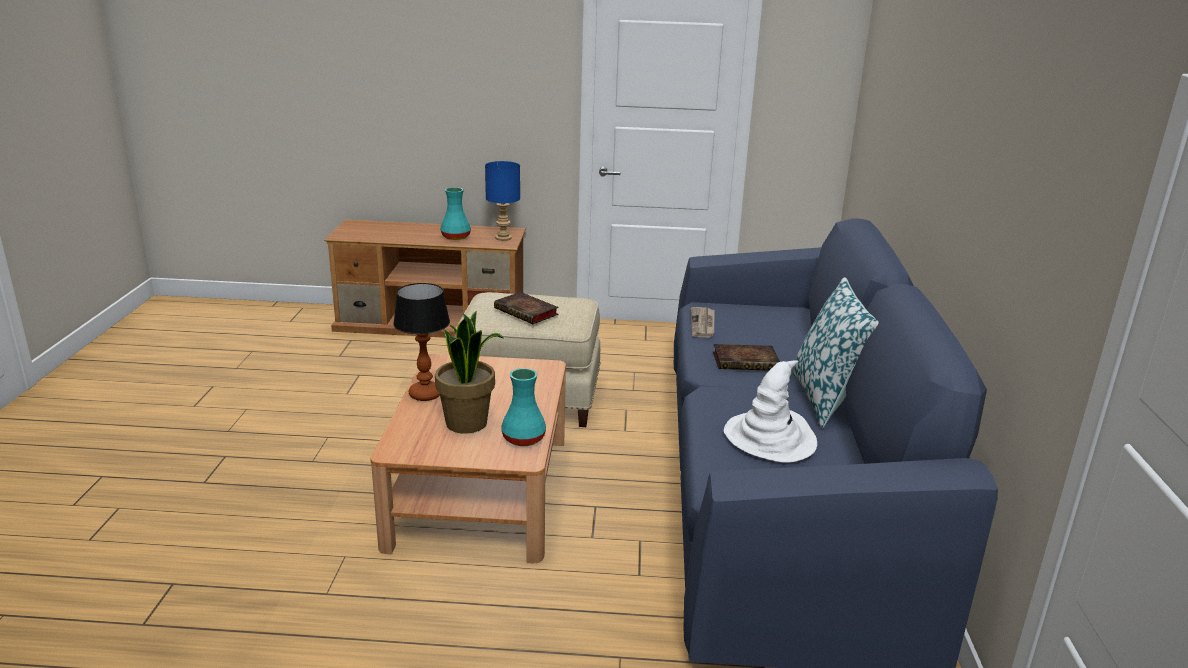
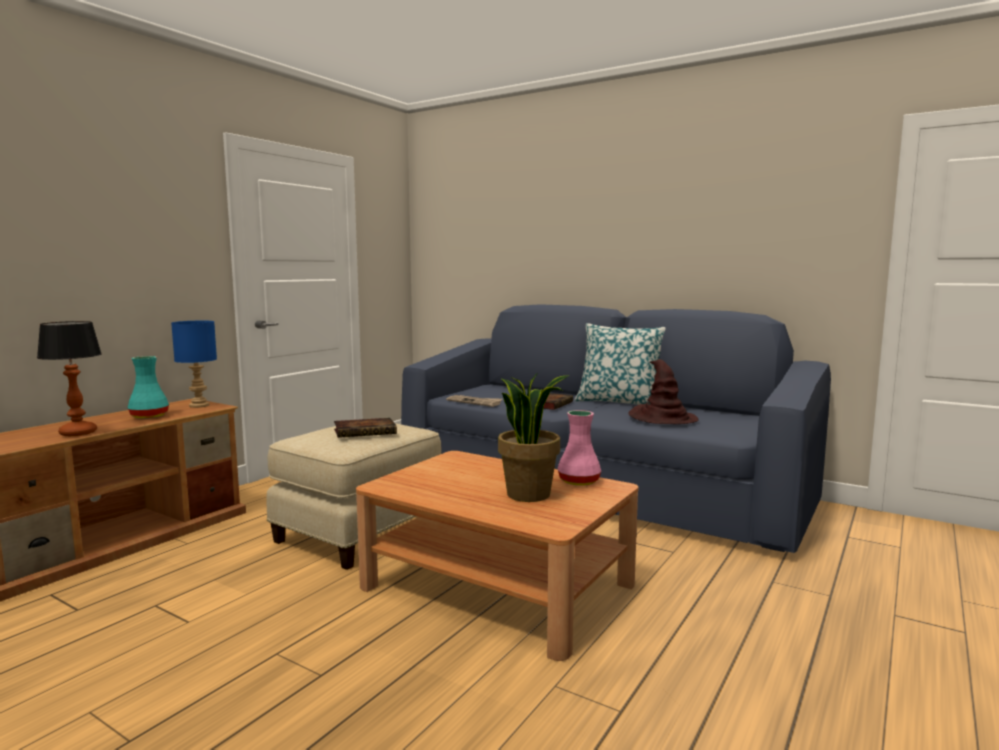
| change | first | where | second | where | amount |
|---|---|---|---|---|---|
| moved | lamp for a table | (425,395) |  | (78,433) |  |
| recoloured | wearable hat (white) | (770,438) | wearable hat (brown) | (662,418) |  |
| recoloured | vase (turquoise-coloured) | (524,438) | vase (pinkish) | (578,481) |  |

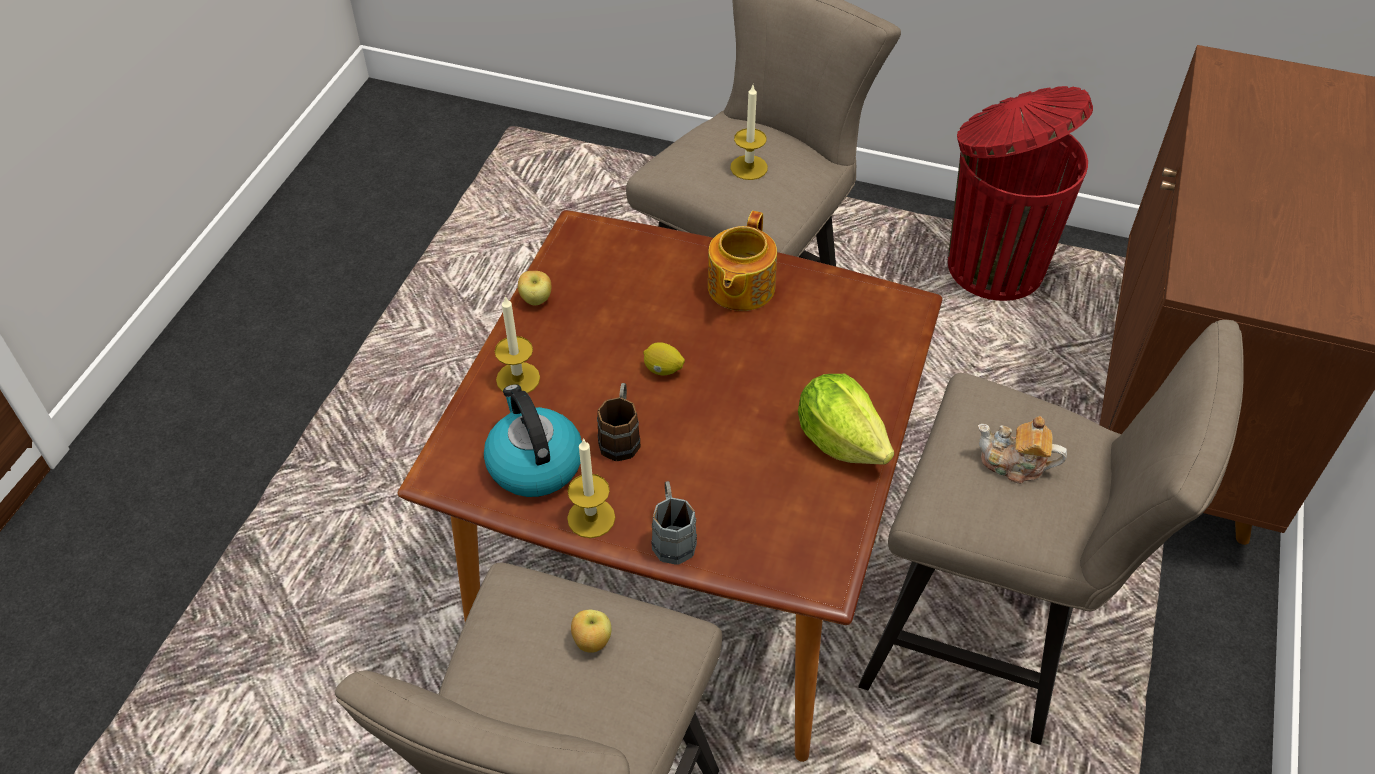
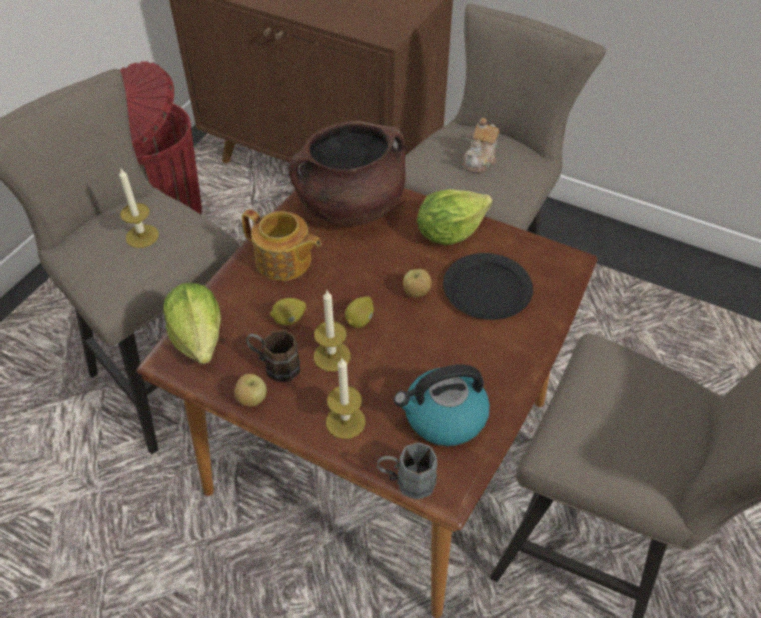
| change | first | where | second | where | amount |
|---|---|---|---|---|---|
| moved | tea mug (brown) | (621,436) |  | (275,366) |  |
| moved | wax light | (591,518) |  | (332,356) |  |
| moved | tea mug (grey) | (672,536) |  | (406,481) |  |
| moved | whole apple | (591,642) |  | (416,293) |  |
| added |  |  | saucepot (brown) | (350,207) |  |
| added |  |  | dinner plate (black-coloured) | (486,289) |  |
| added |  |  | lettuce | (199,338) |  |
| added |  |  | lemon | (289,320) |  |

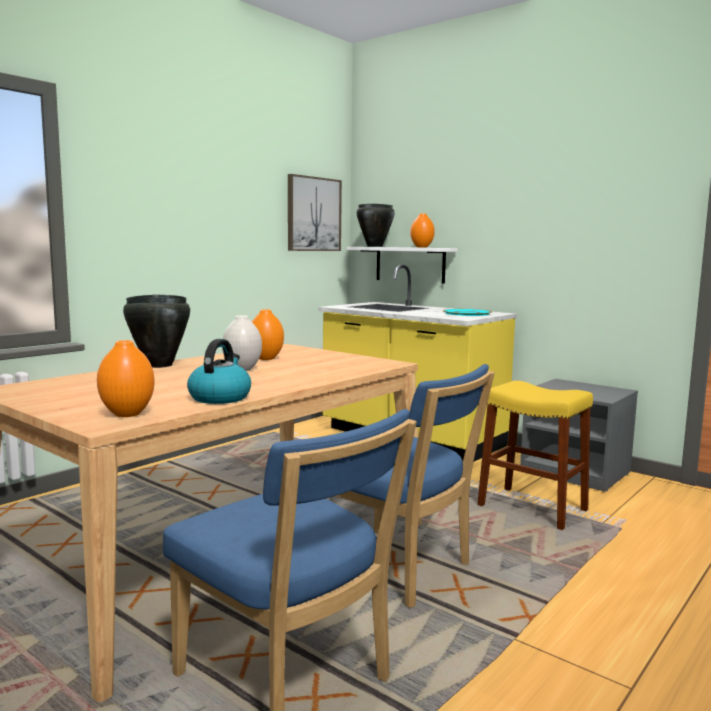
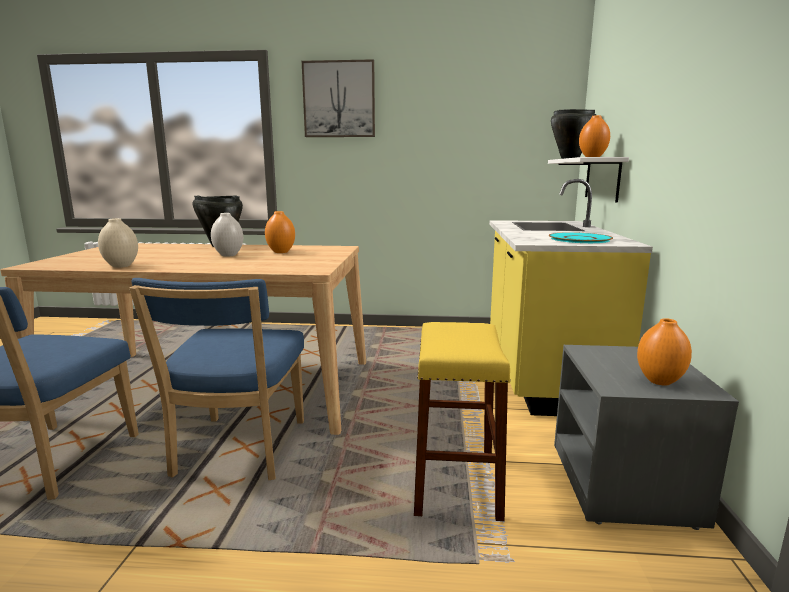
| change | first | where | second | where | amount |
|---|---|---|---|---|---|
| moved | wall picture | (313,214) |  | (339,99) |  |
| replaced | tea kettle | (220,397) | vase (beige) | (121,266) |  |
| moved | vase (orange) | (128,414) |  | (660,381) |  |

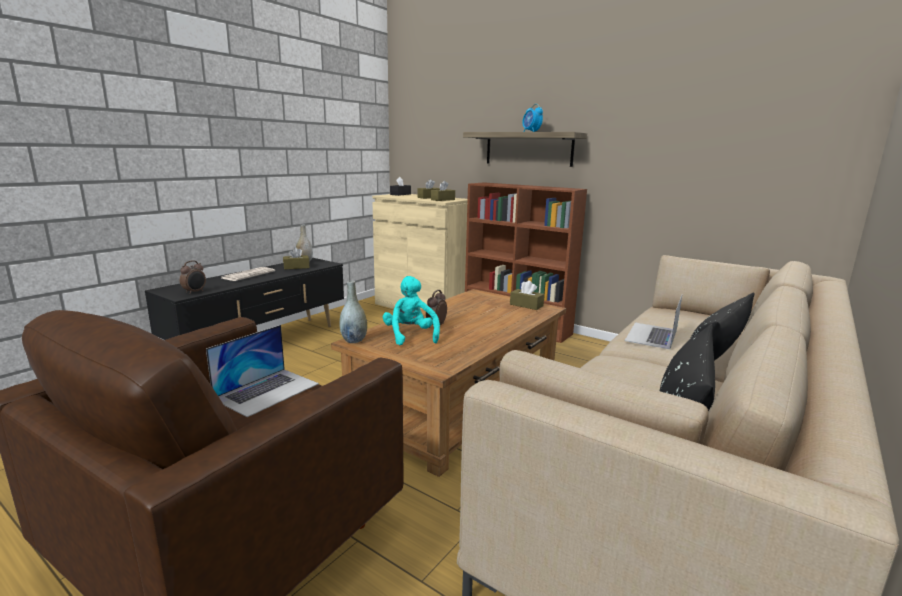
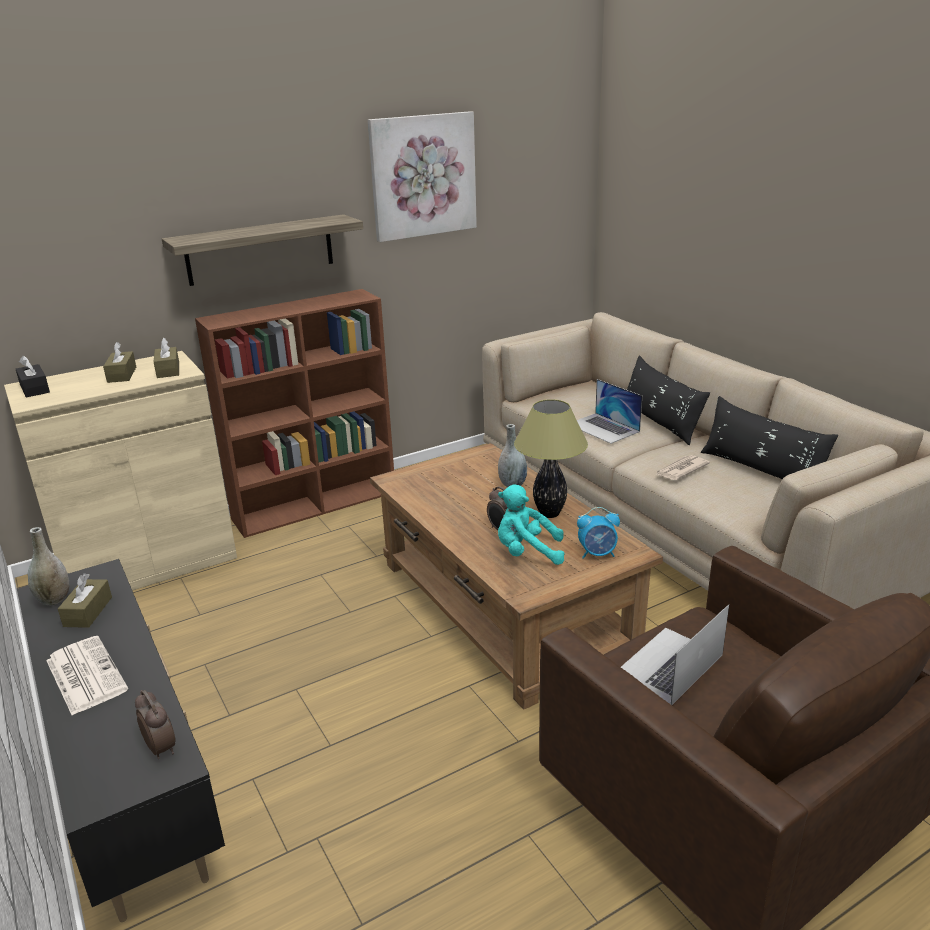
| change | first | where | second | where | amount |
|---|---|---|---|---|---|
| moved | table clock | (531,132) |  | (597,554) |  |
| removed | tissue box (brown) | (526,305) |  |  |  |
| moved | vase (grey) | (354,340) |  | (512,484) |  |
| turned | portable computer | (267,391) |  | (668,665) | 105 degrees counterclockwise |
| added |  |  | wall picture | (422,176) |  |
| added |  |  | lamp for a table | (549,513) |  |
| added |  |  | daily paper | (681,470) |  |

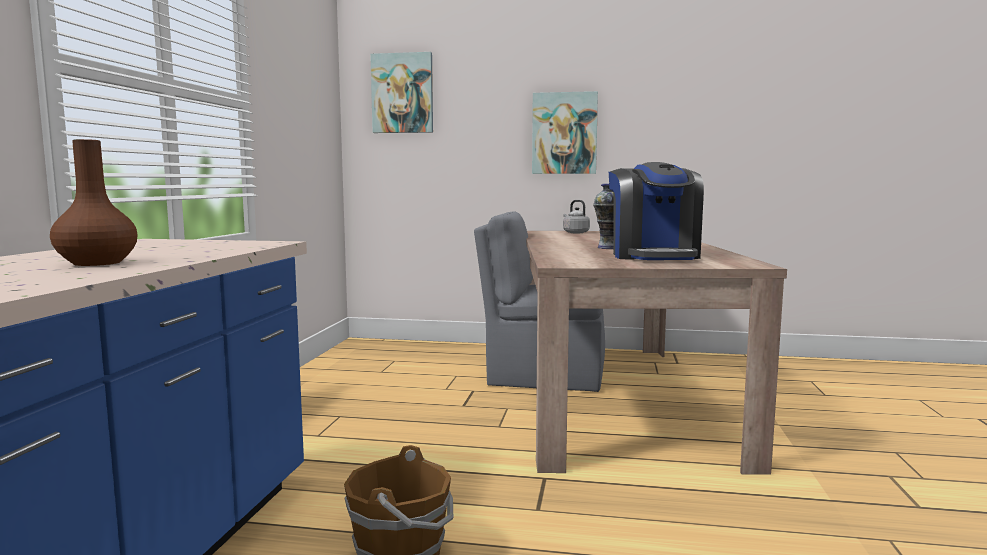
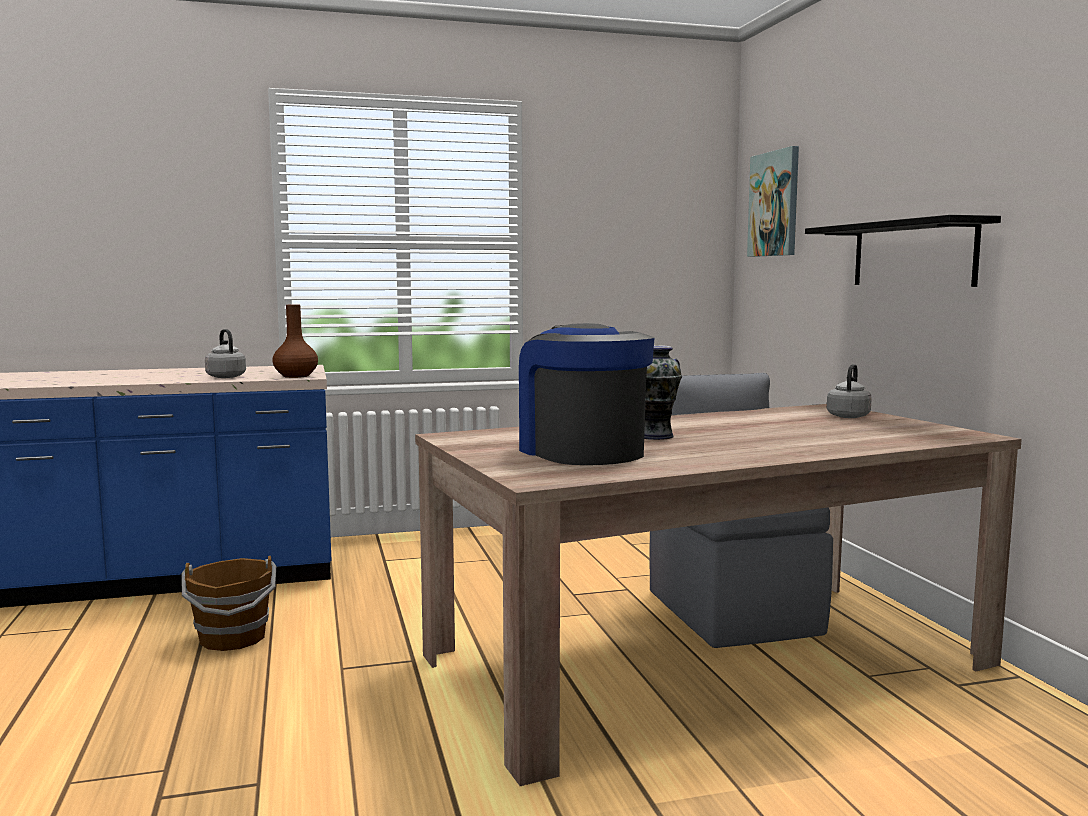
| change | first | where | second | where | amount |
|---|---|---|---|---|---|
| replaced | wall picture | (564,133) | bracket shelf (black-coloured) | (912,254) |  |
| moved | vase (brown) | (98,263) |  | (296,376) |  |
| turned | coffee brewer | (653,256) |  | (580,451) | 90 degrees clockwise |
| added |  |  | tea kettle (grey) | (225,376) |  |

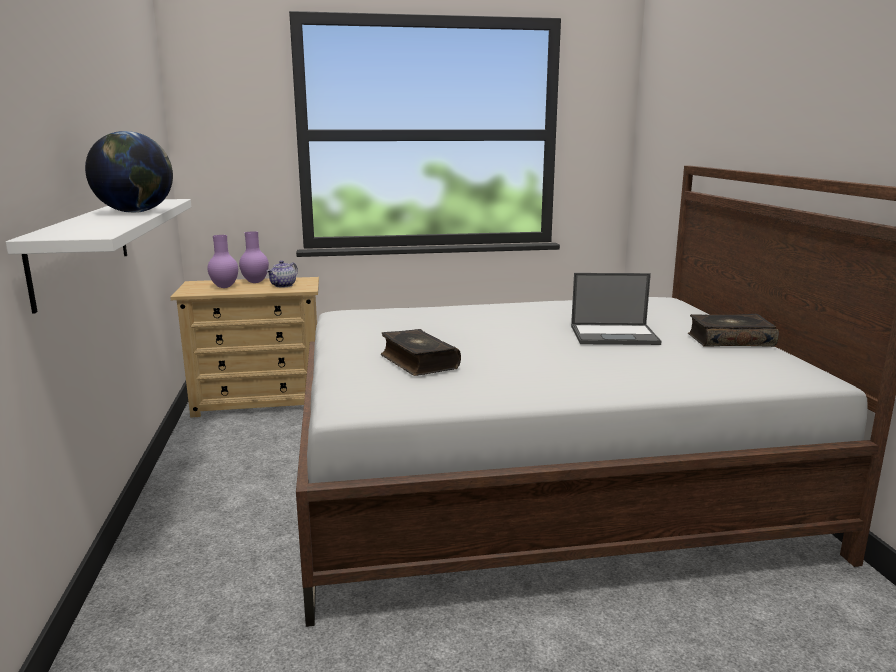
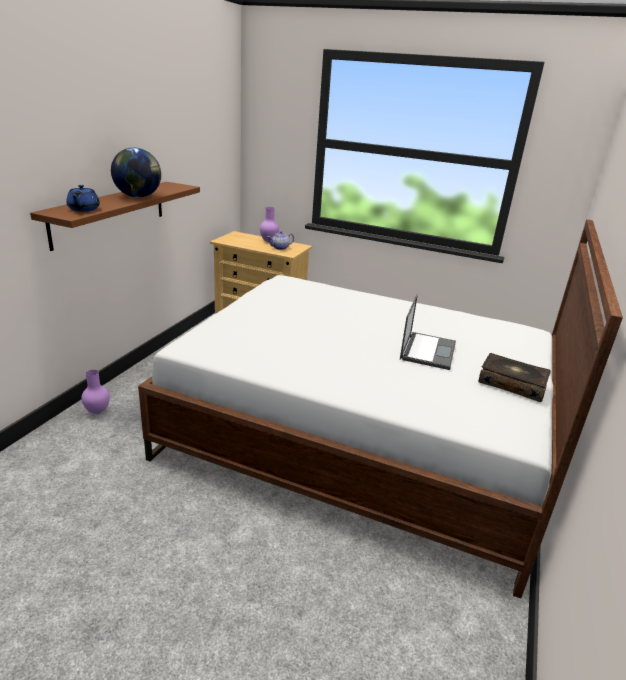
| change | first | where | second | where | amount |
|---|---|---|---|---|---|
| recoloured | bracket shelf (white) | (82,247) | bracket shelf (brown) | (110,213) |  |
| moved | vase (purple) | (224,287) |  | (97,411) |  |
| turned | portable computer | (615,335) |  | (428,350) | 105 degrees counterclockwise |
| removed | bound book | (418,362) |  |  |  |
| added |  |  | pot for tea (blue) | (83,209) |  |

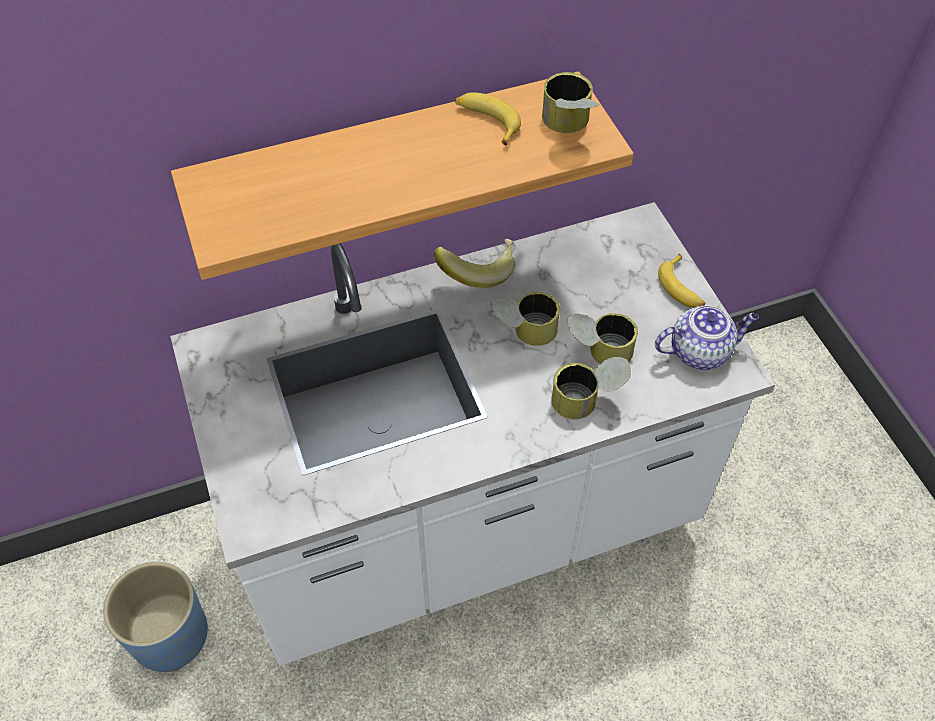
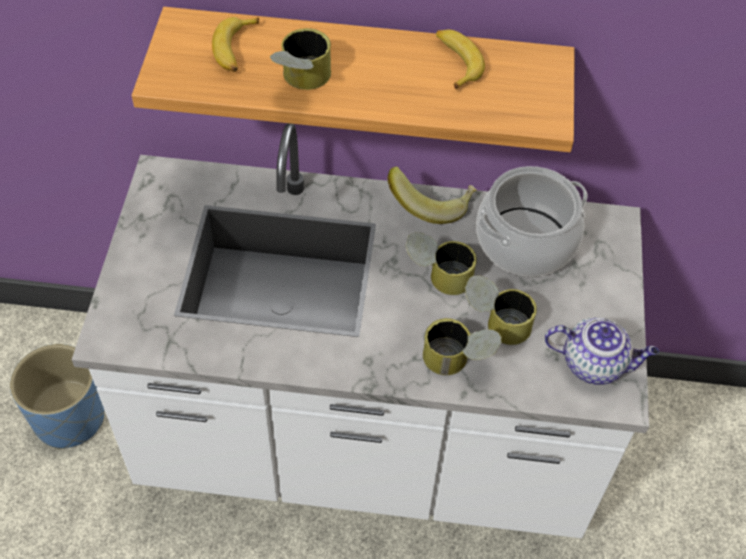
| change | first | where | second | where | amount |
|---|---|---|---|---|---|
| moved | can | (567,127) |  | (301,83) |  |
| moved | whole banana | (682,288) |  | (236,50) |  |
| added |  |  | saucepot | (526,242) |  |

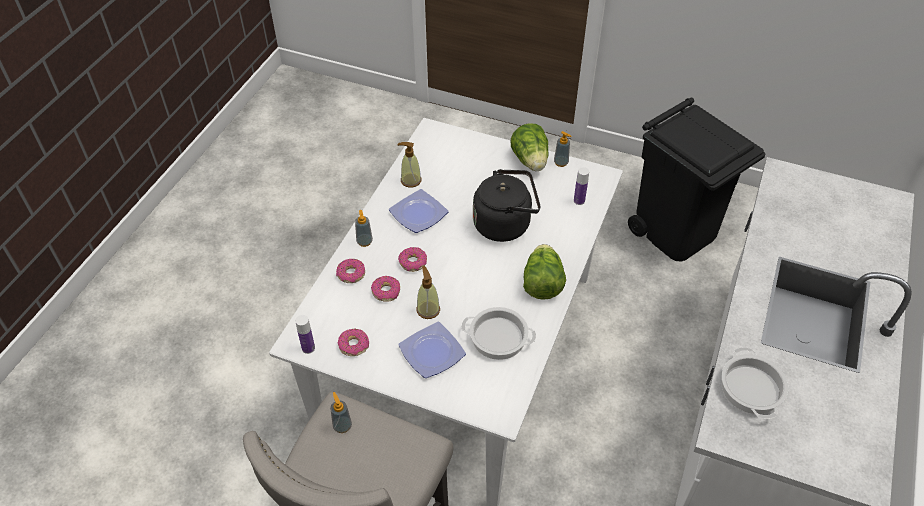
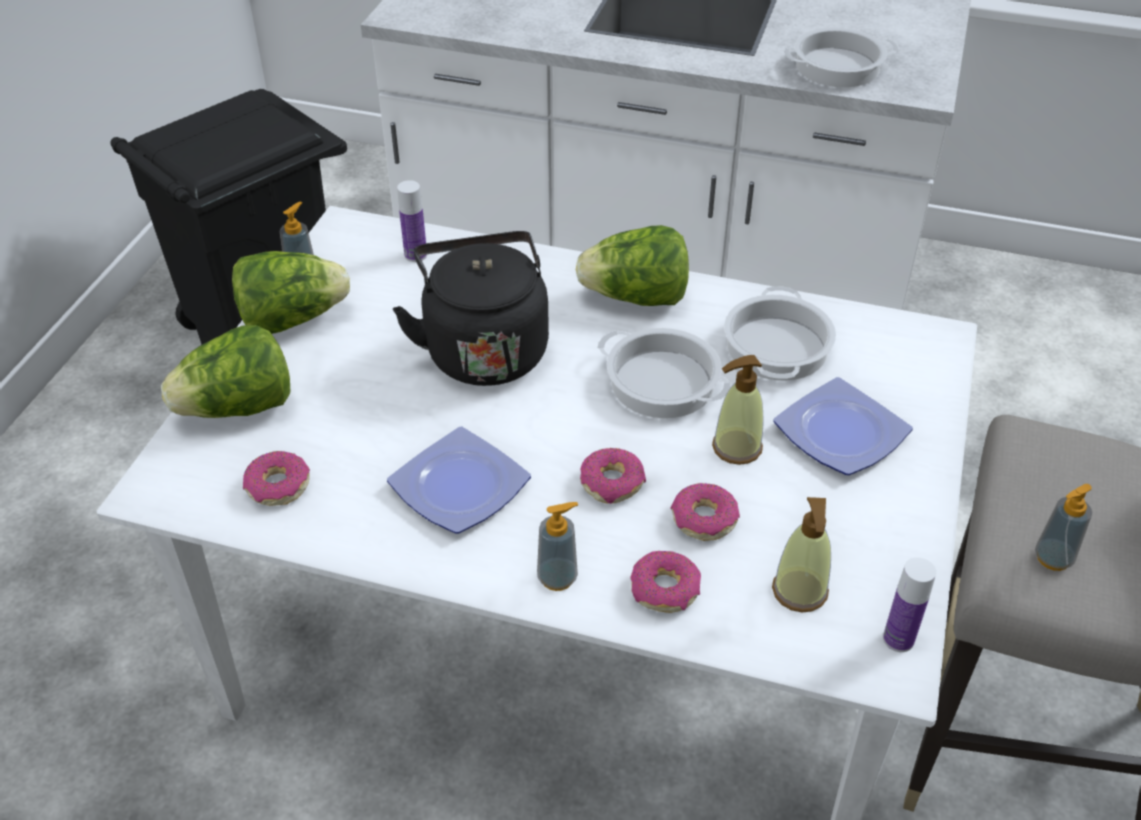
| change | first | where | second | where | amount |
|---|---|---|---|---|---|
| moved | liquid soap bottle | (410,180) |  | (799,591) |  |
| moved | ring doughnut | (353,345) |  | (278,486) |  |
| added |  |  | lettuce | (238,408) |  |
| added |  |  | saucepot | (664,382) |  |

